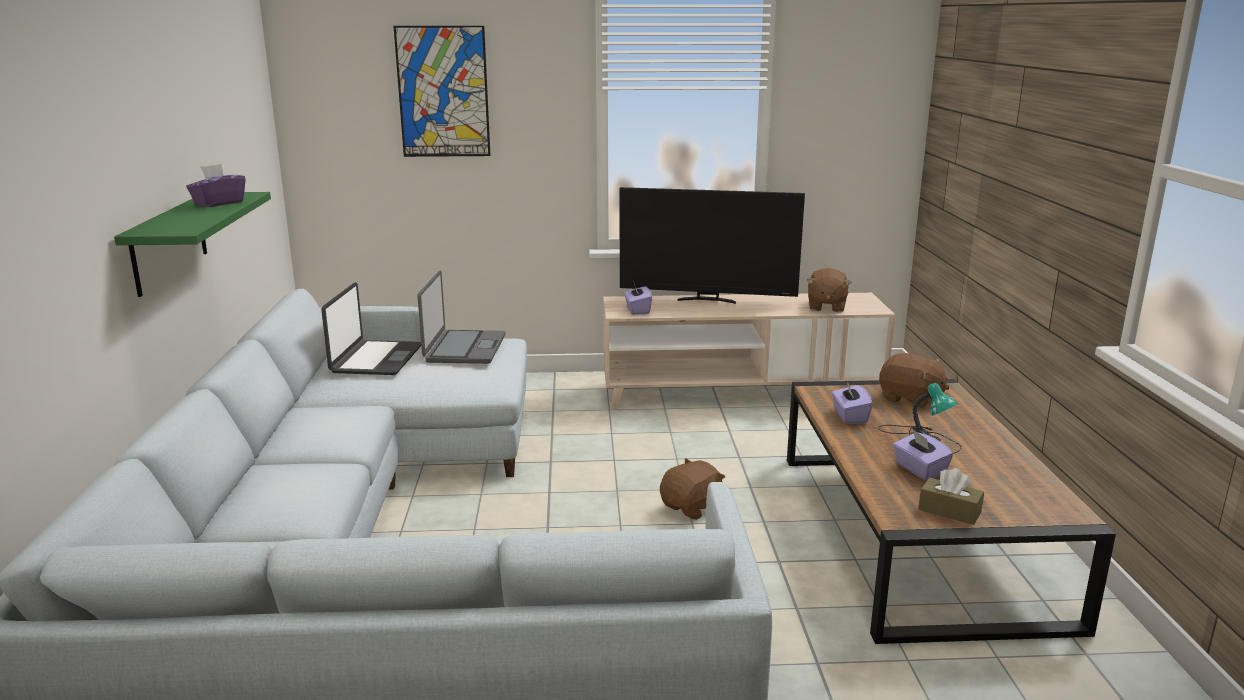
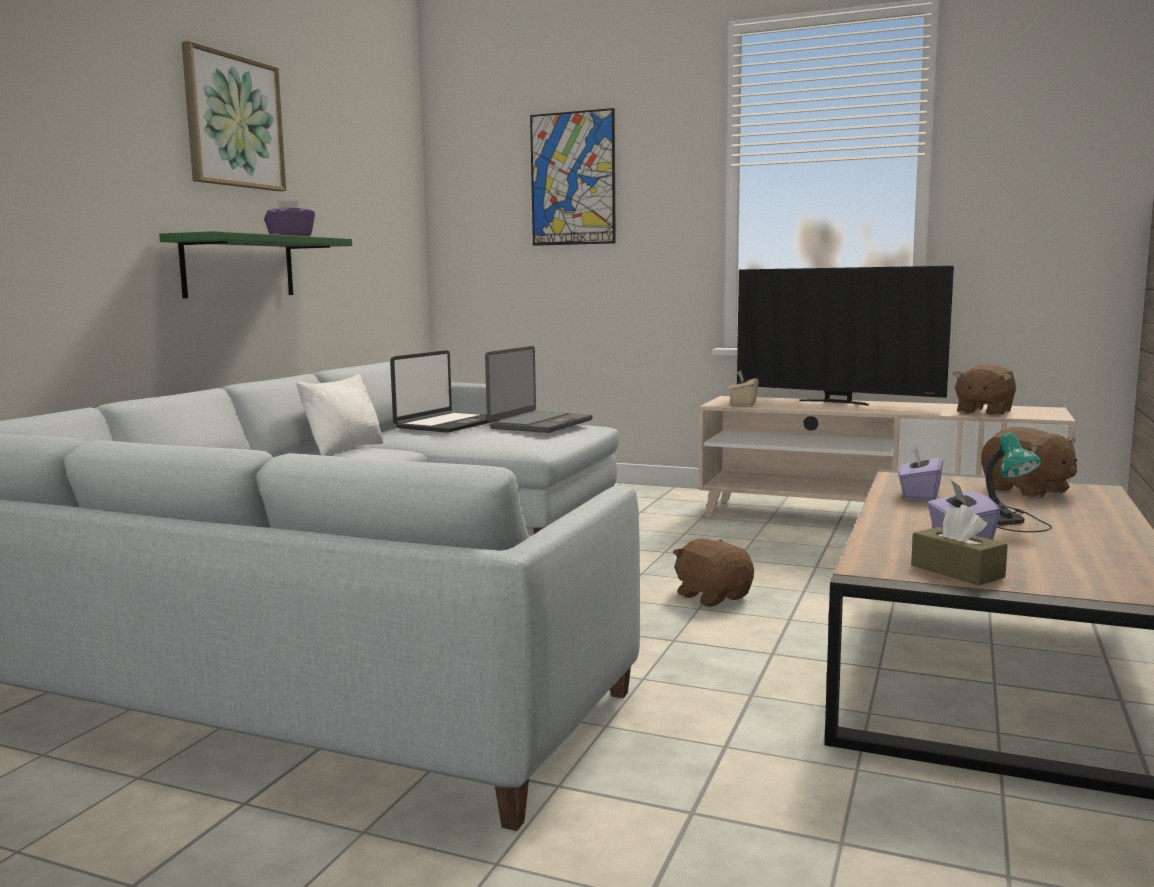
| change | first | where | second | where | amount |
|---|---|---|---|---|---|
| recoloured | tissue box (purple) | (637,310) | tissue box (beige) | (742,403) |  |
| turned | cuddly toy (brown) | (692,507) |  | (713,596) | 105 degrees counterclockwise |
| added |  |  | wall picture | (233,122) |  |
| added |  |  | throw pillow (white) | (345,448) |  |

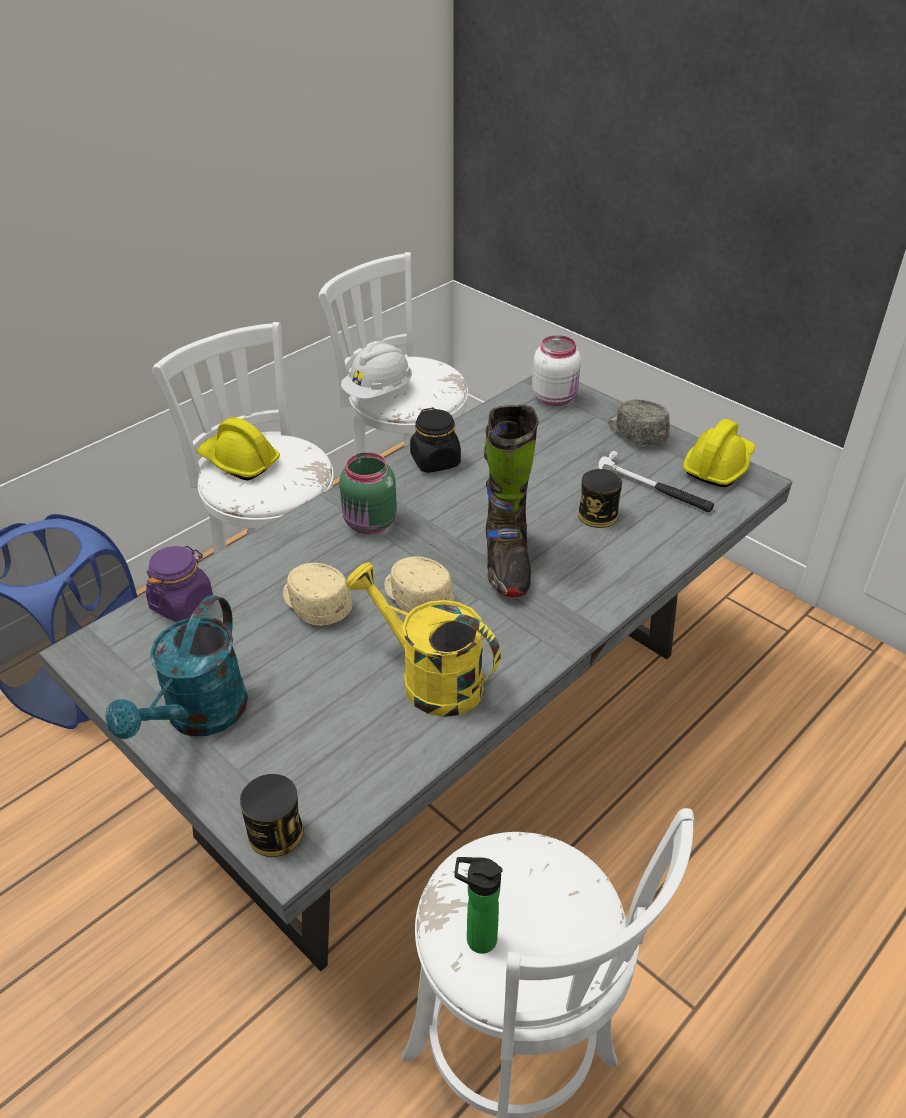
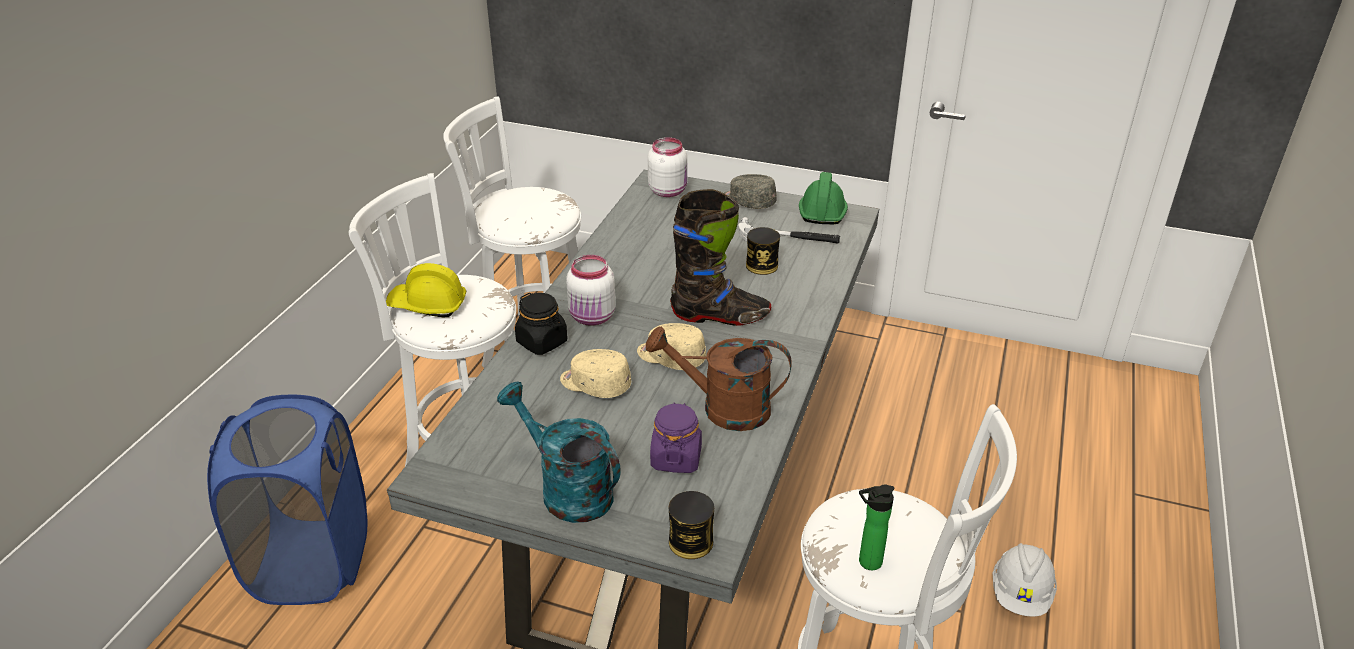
| change | first | where | second | where | amount |
|---|---|---|---|---|---|
| moved | hard hat (white) | (378,392) |  | (1021,594) |  |
| turned | high-top boot (black-coloured) | (506,563) |  | (720,316) | 60 degrees counterclockwise |
| moved | jar (black-coloured) | (435,461) |  | (542,342) |  |
| recoloured | hard hat (yellow) | (718,466) | hard hat (green-coloured) | (822,210) |  |
| recoloured | jar (green-coloured) | (370,524) | jar (white) | (593,317) |  |
| moved | jar (purple) | (182,604) |  | (676,458) |  |
| recoloured | watering can (yellow) | (429,679) | watering can (brown) | (723,408) |  |
| turned | watering can (turquoise-coloured) | (198,717) |  | (567,489) | 135 degrees clockwise |

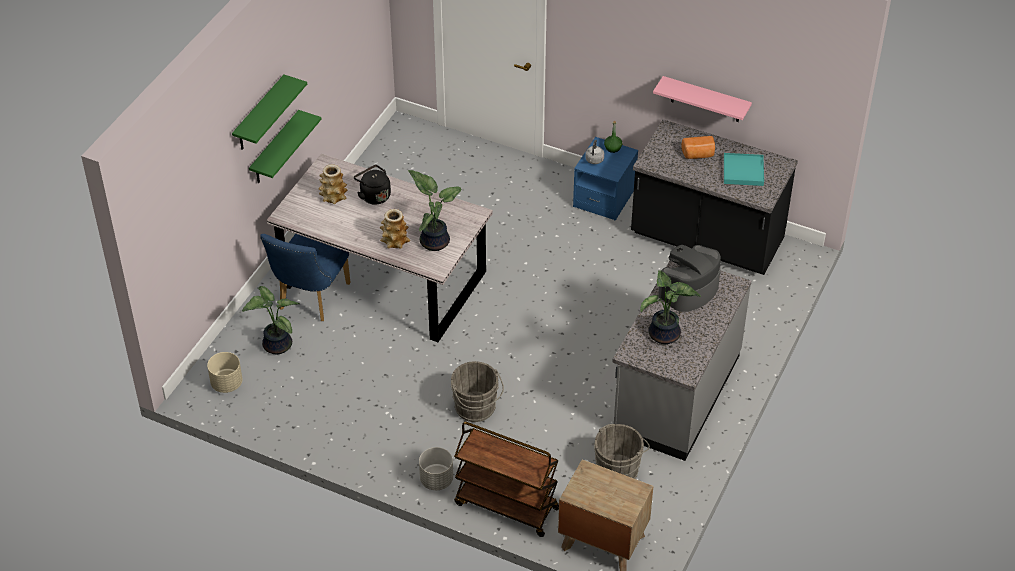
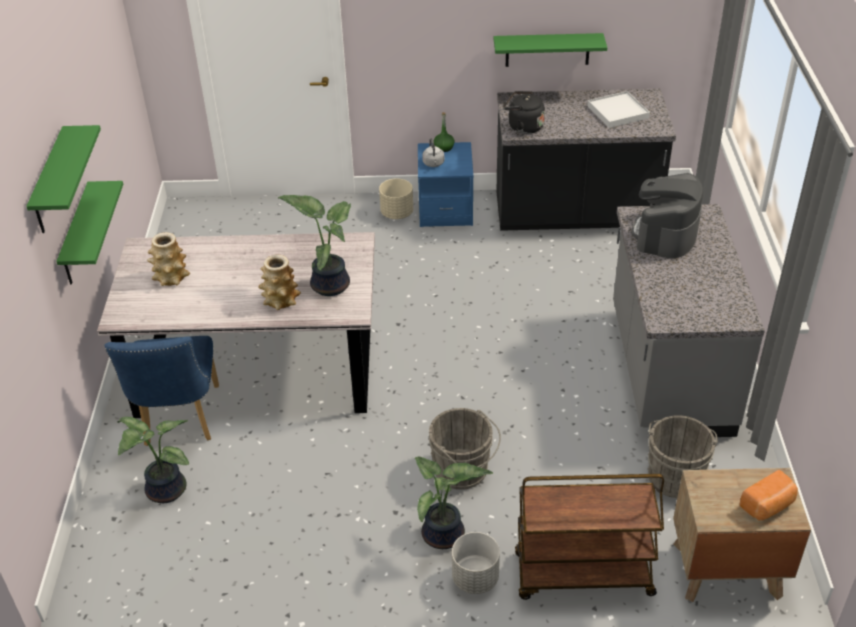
| change | first | where | second | where | amount |
|---|---|---|---|---|---|
| recoloured | bracket shelf (pinkish) | (705,100) | bracket shelf (green-coloured) | (547,49) |  |
| moved | bread | (698,154) |  | (768,506) |  |
| recoloured | tray (turquoise-coloured) | (743,171) | tray (white) | (618,112) |  |
| moved | tea kettle (black-coloured) | (374,195) |  | (523,127) |  |
| moved | potted plant | (664,336) |  | (444,537) |  |
| moved | plant pot (beige) | (226,383) |  | (396,213) |  |

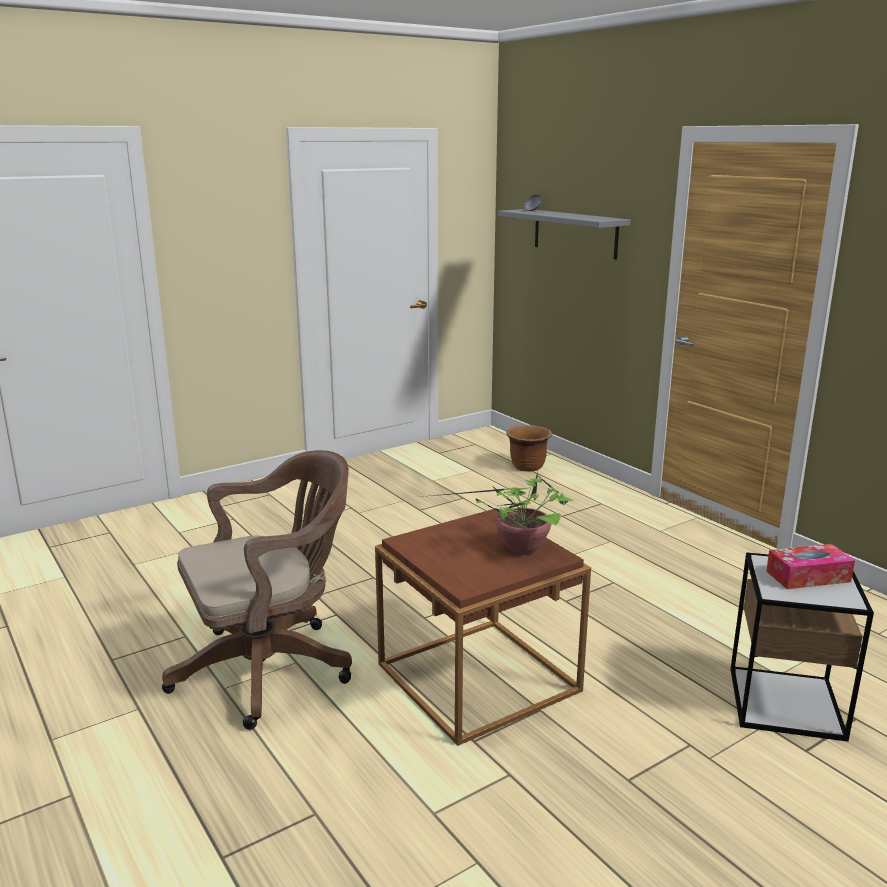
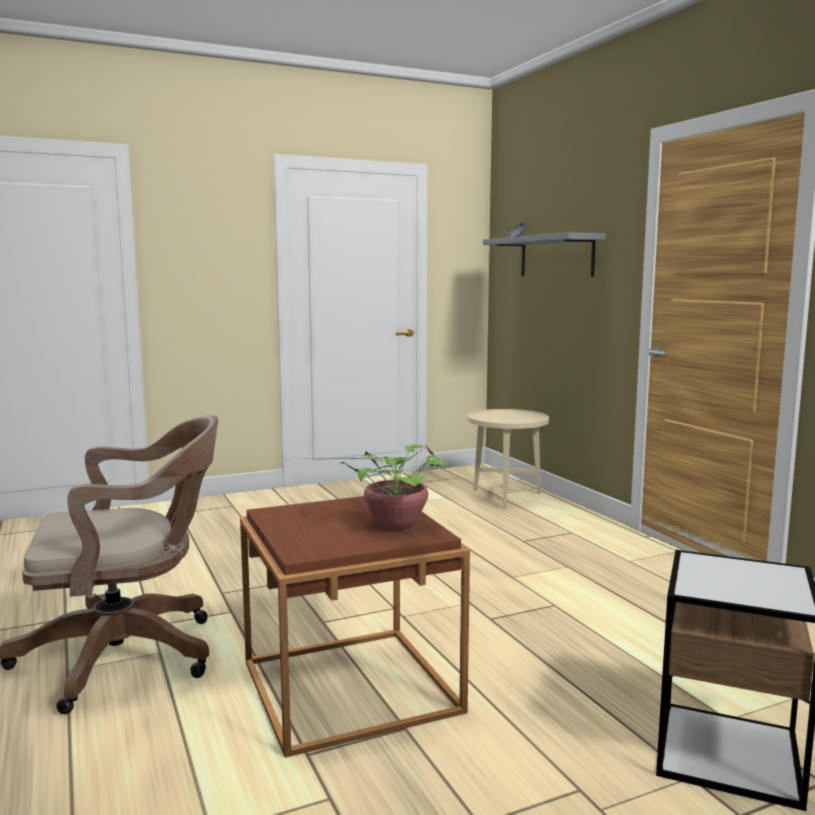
| change | first | where | second | where | amount |
|---|---|---|---|---|---|
| replaced | plant pot (brown) | (528,467) | side table (beige) | (506,498) |  |
| removed | tissue box | (808,576) |  |  |  |

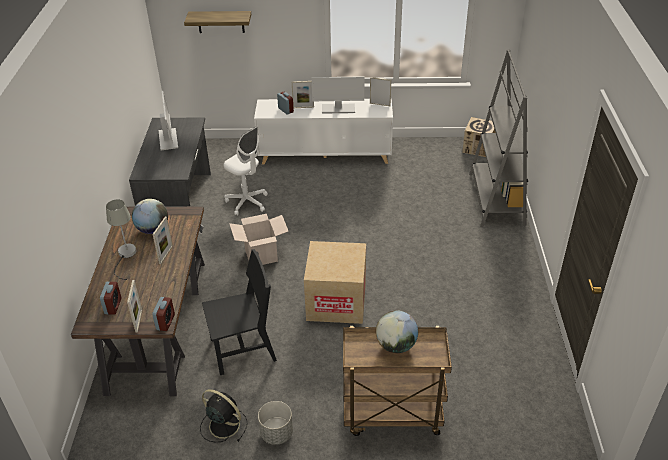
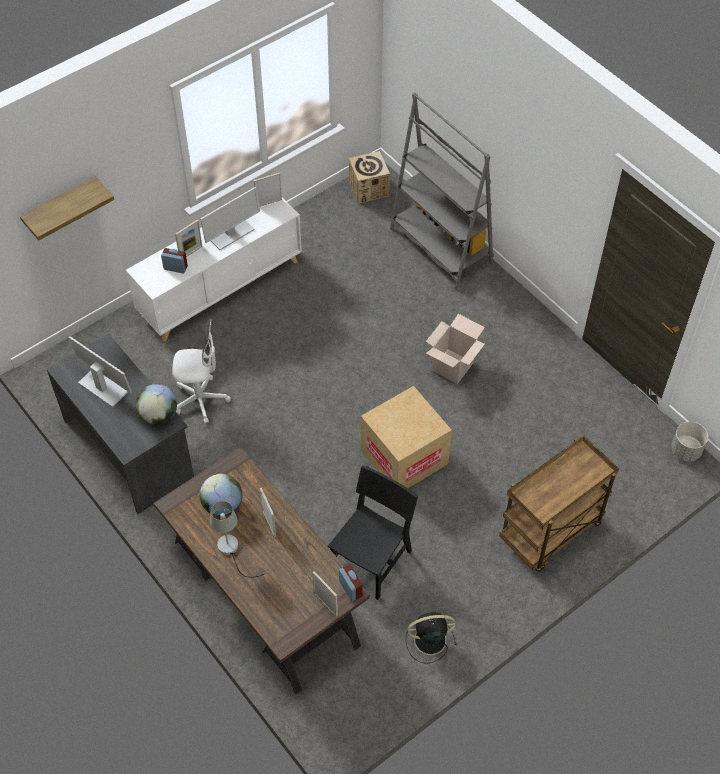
| change | first | where | second | where | amount |
|---|---|---|---|---|---|
| moved | carton | (261,256) |  | (452,366) |  |
| removed | table clock | (113,306) |  |  |  |
| moved | desk globe | (396,346) |  | (159,415) |  |
| moved | plant pot (grey) | (277,433) |  | (686,450) |  |

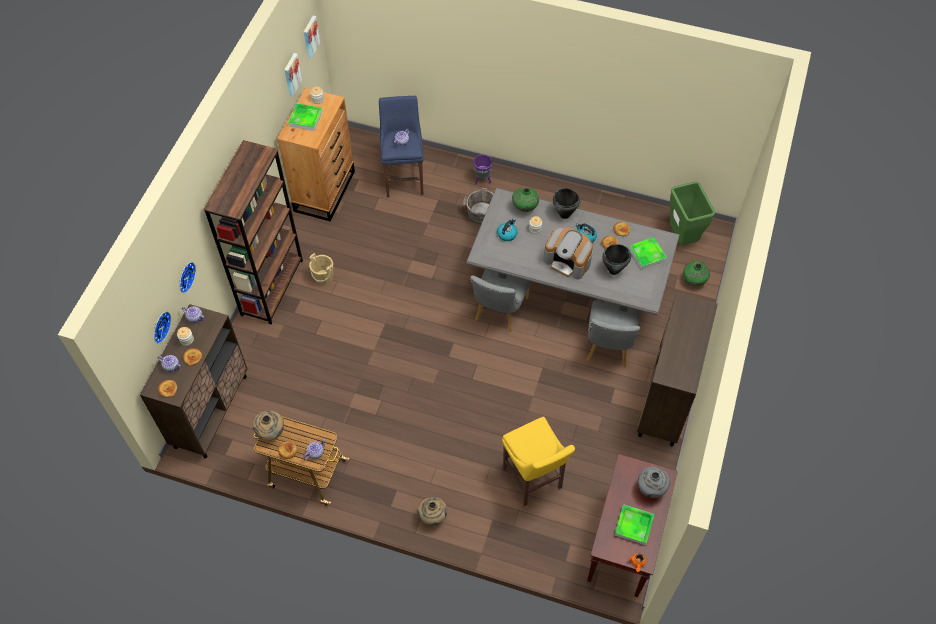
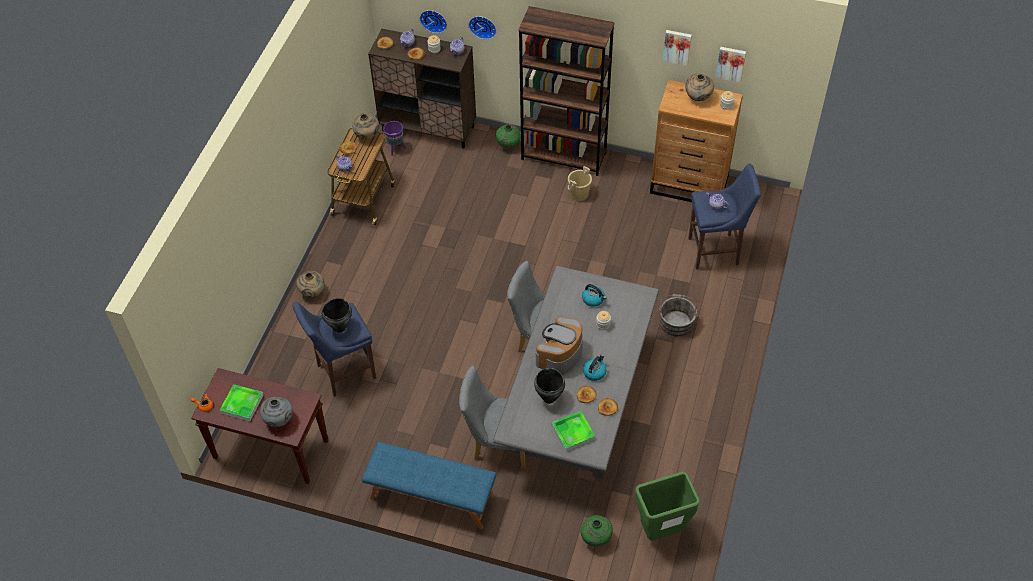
| change | first | where | second | where | amount |
|---|---|---|---|---|---|
| moved | wall picture | (310,37) |  | (677,46) |  |
| replaced | tray | (305,118) | vase (beige) | (698,98) |  |
| moved | plant pot (purple) | (482,180) |  | (396,149) |  |
| moved | vase (green-coloured) | (524,208) |  | (508,145) |  |
| moved | saucepot (black-coloured) | (564,215) |  | (339,327) |  |
| replaced | cabinet (brown) | (665,400) | bench (blue) | (431,497) |  |
| recoloured | sitting stool (yellow) | (533,481) | sitting stool (blue) | (343,372) |  |

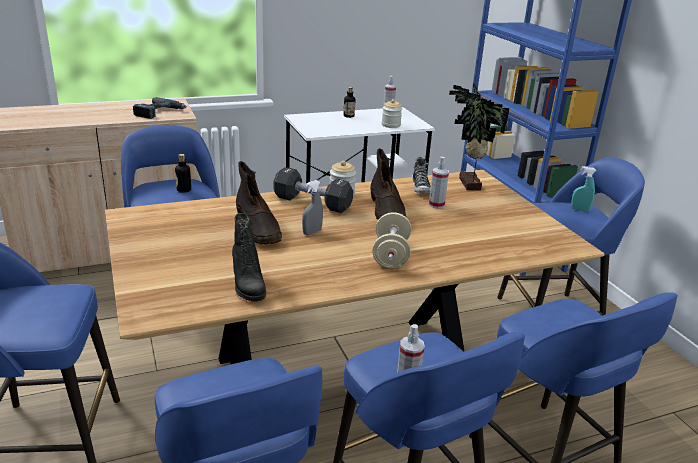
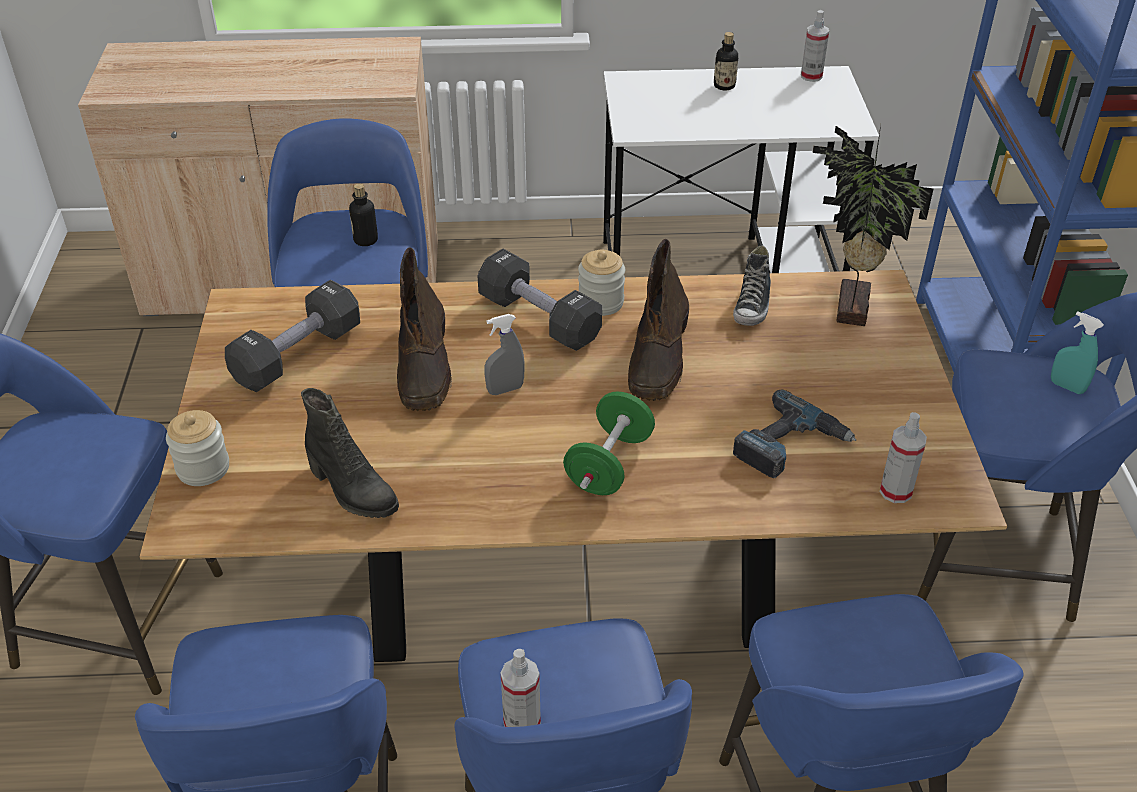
| change | first | where | second | where | amount |
|---|---|---|---|---|---|
| moved | power drill | (159,112) |  | (790,446) |  |
| moved | jar | (391,125) |  | (203,468) |  |
| moved | hand sprayer | (436,205) |  | (895,491) |  |
| recoloured | dumbbell (beige) | (391,255) | dumbbell (green-coloured) | (609,464) |  |
| turned | high-top boot (black-coloured) | (247,285) |  | (352,491) | 45 degrees counterclockwise |
| added |  |  | dumbbell (black-coloured) | (298,355) |  |

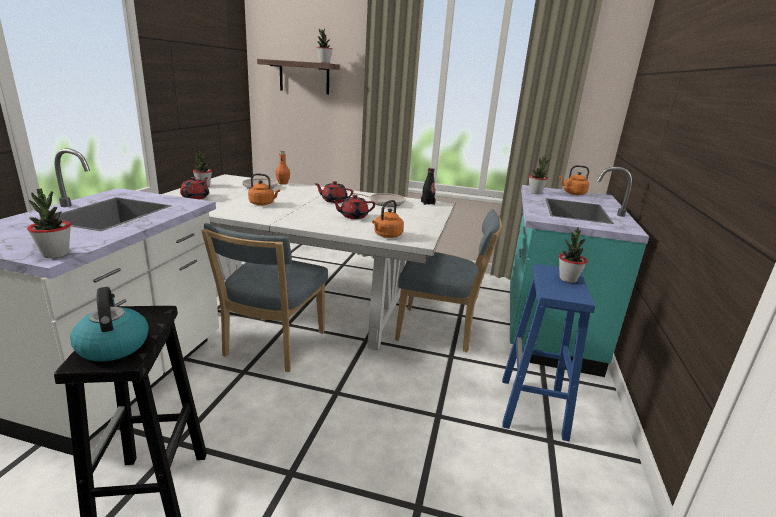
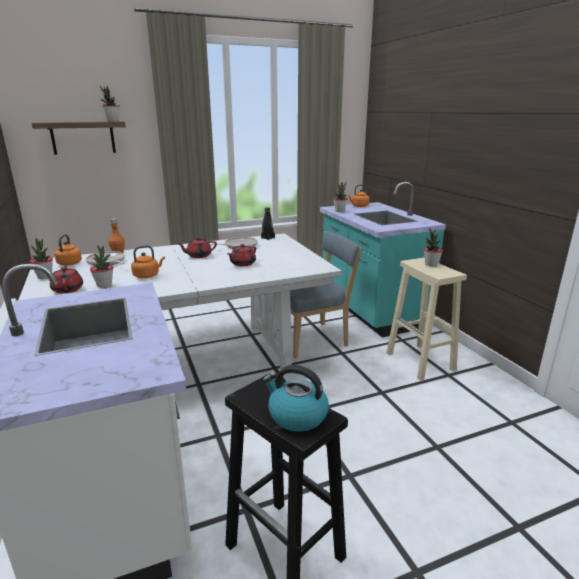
| change | first | where | second | where | amount |
|---|---|---|---|---|---|
| moved | potted plant | (55,254) |  | (104,285) |  |
| moved | tea kettle (orange) | (387,236) |  | (68,264) |  |
| removed | plain chair (blue) | (272,346) |  |  |  |
| recoloured | sitting stool (blue) | (533,409) | sitting stool (beige) | (421,362) |  |

